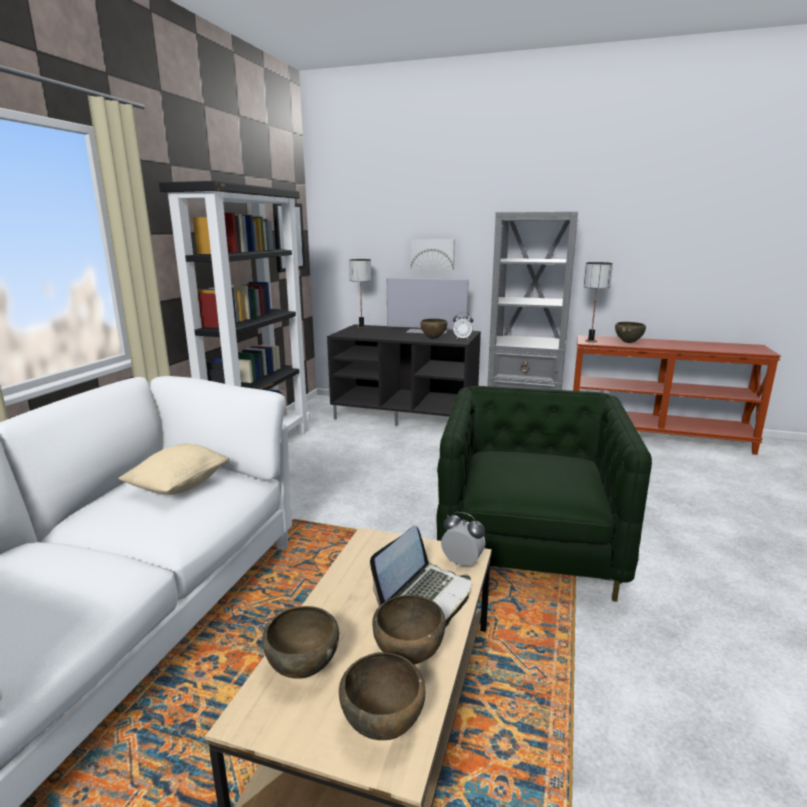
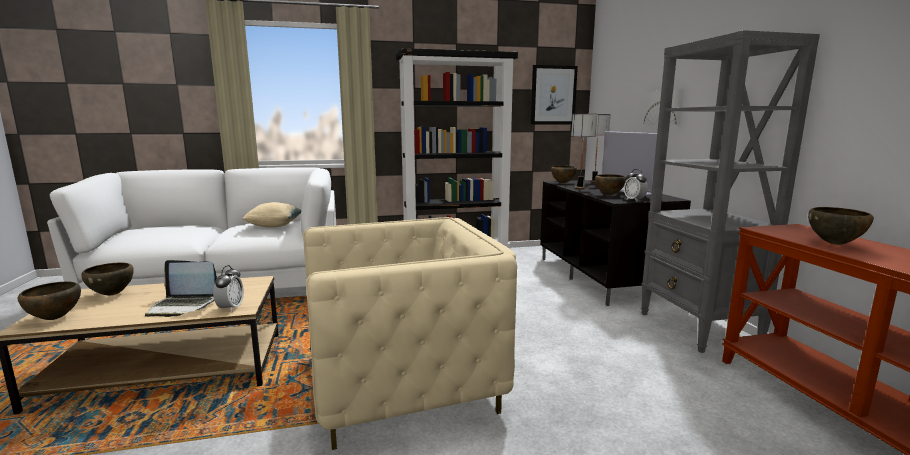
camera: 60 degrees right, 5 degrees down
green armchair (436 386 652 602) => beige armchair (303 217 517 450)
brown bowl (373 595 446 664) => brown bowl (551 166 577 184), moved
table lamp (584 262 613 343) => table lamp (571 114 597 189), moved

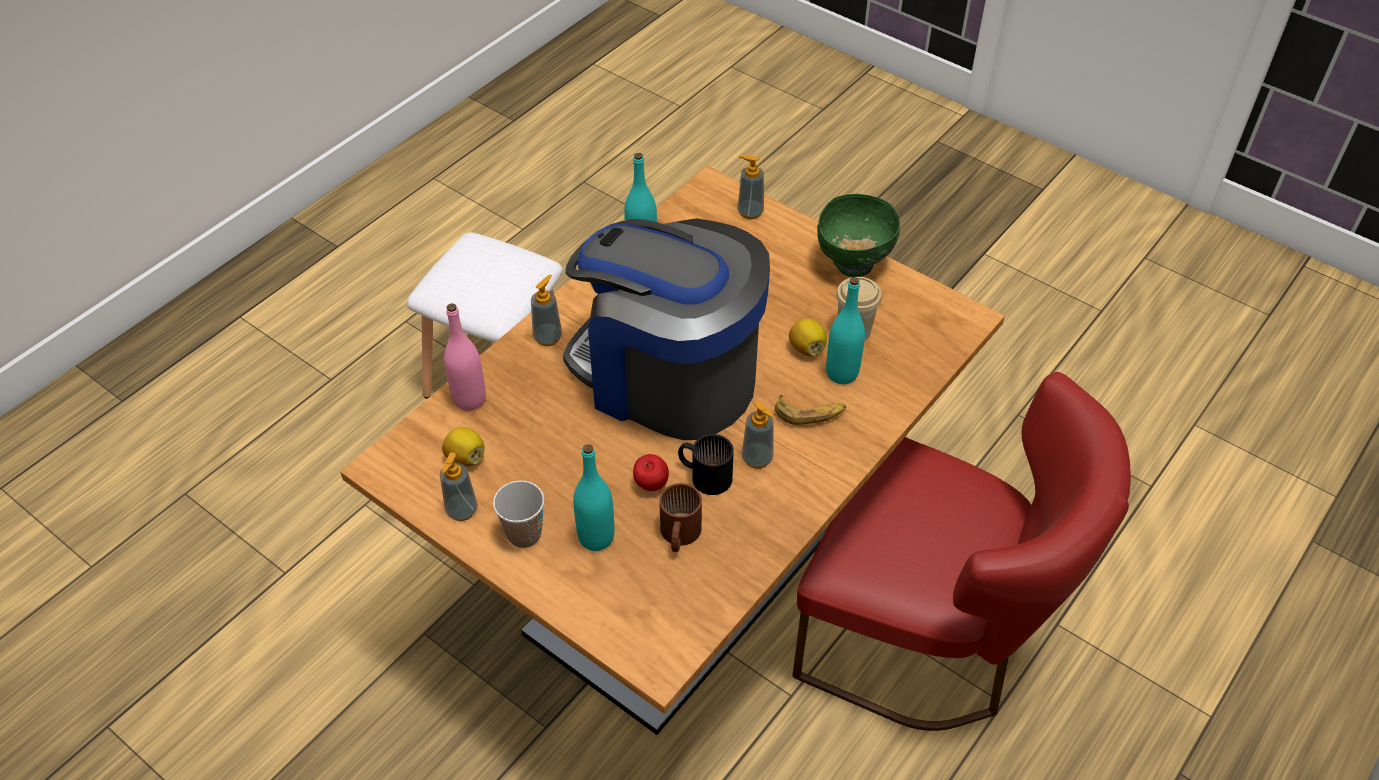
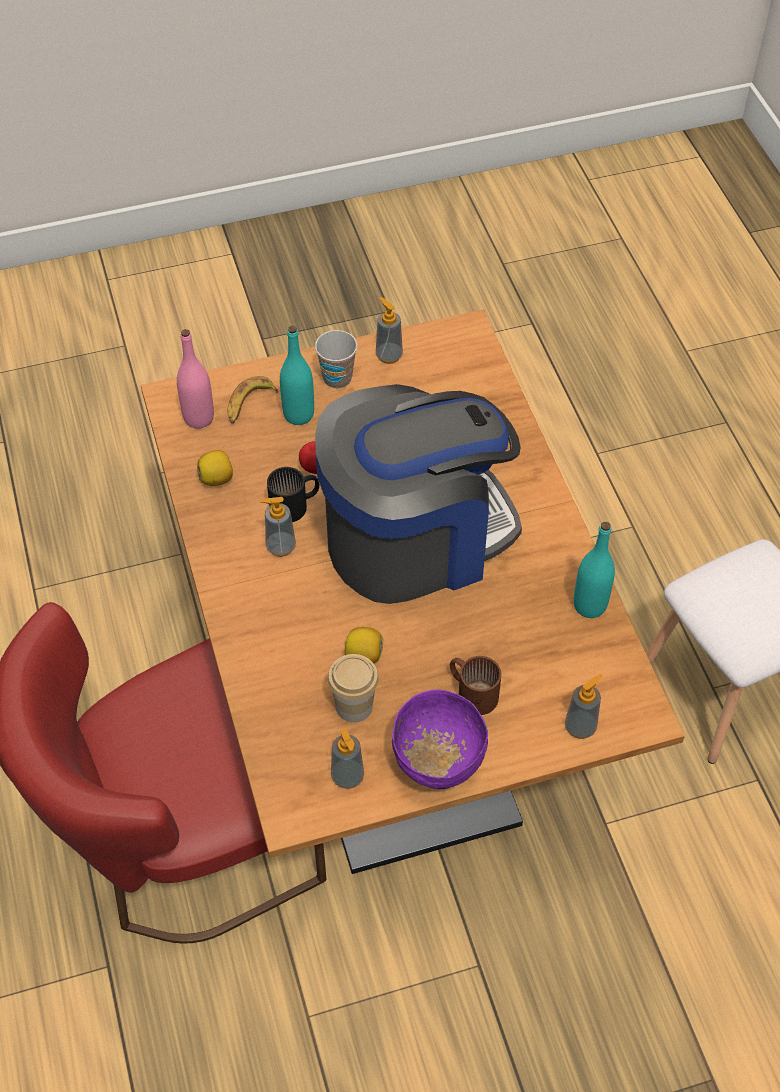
camera: 125 degrees right, 5 degrees up
pink bottle (444 303 486 411) => pink bottle (177 329 214 429), moved
lemon (442 427 485 466) => lemon (197 450 233 486), moved
banana (775 395 846 425) => banana (228 377 278 424), moved
soap dispenser (531 275 562 346) => soap dispenser (331 728 364 789), moved
green bowl (817 194 900 277) => purple bowl (392 689 488 789)
brown mug (659 483 702 552) => brown mug (450 656 501 715), moved
turquoise bottle (826 277 865 384) => nothing

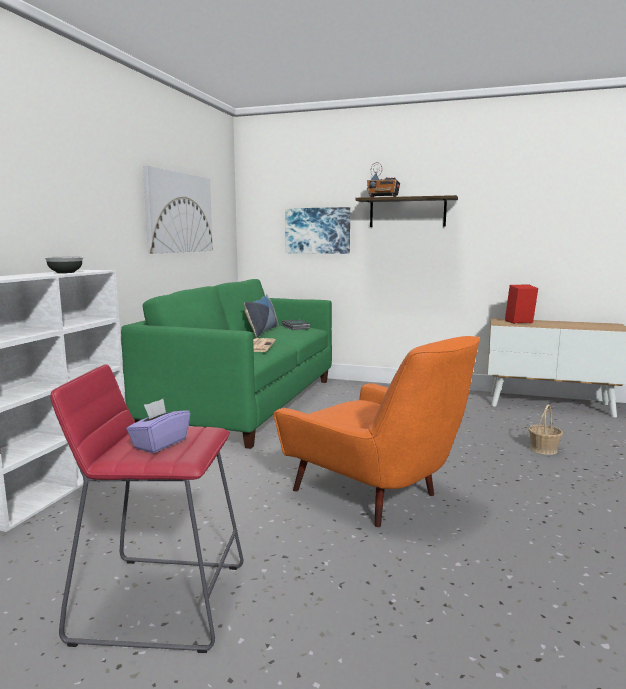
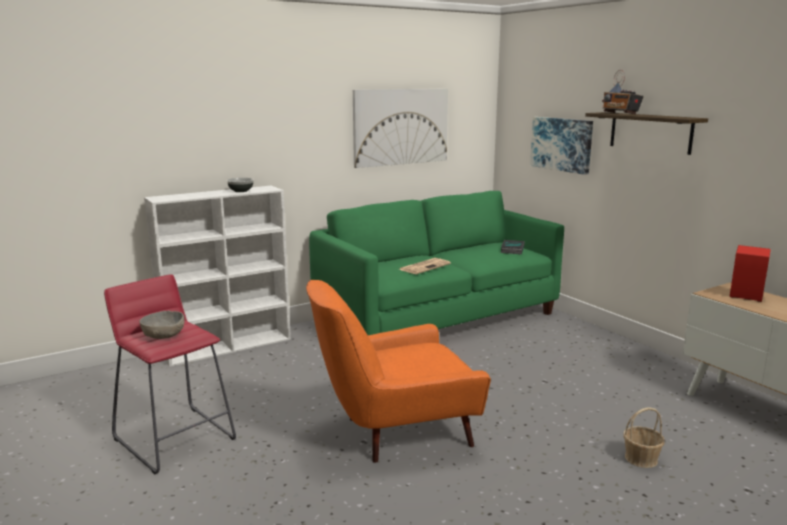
camera: 40 degrees right, 5 degrees up
purple tissue box (126 399 190 453) => grey bowl (140 311 185 339)
orange armchair (274 336 480 527) => orange armchair (306 280 491 463), 75 degrees clockwise
pillow (244 294 279 337) => nothing

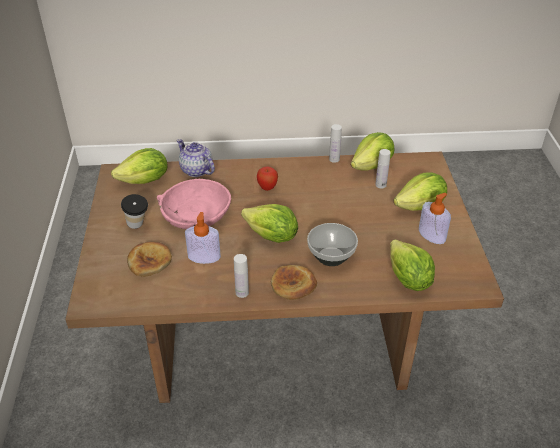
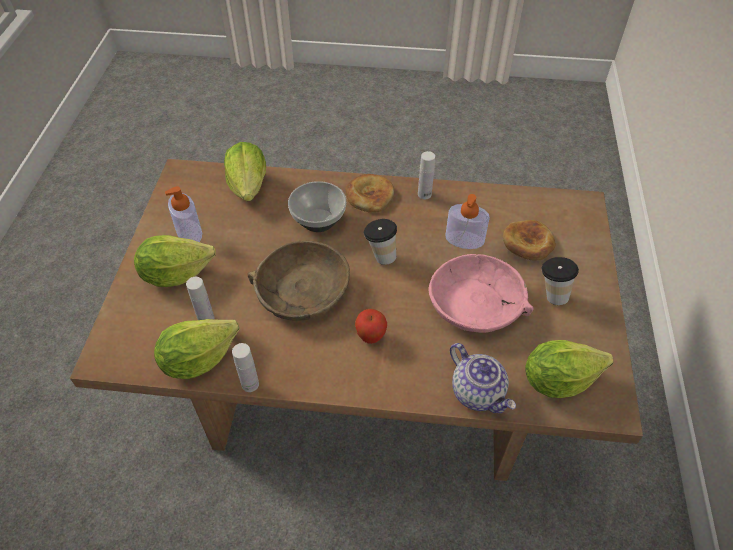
camera: 170 degrees left, 10 degrees up
nothing => brown bowl (247 241 350 321)
lettuce (241 204 298 243) => cup (364 219 397 265)

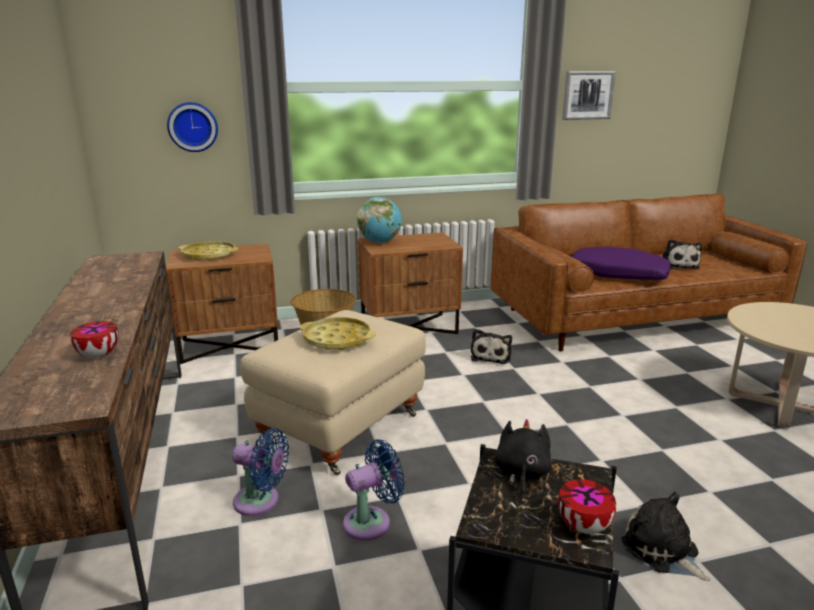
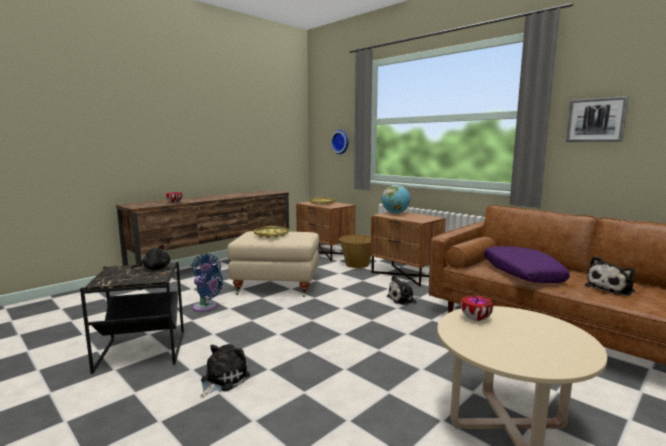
camera: 60 degrees right, 10 degrees down
bowl (558 479 616 534) => bowl (461 295 493 321), moved

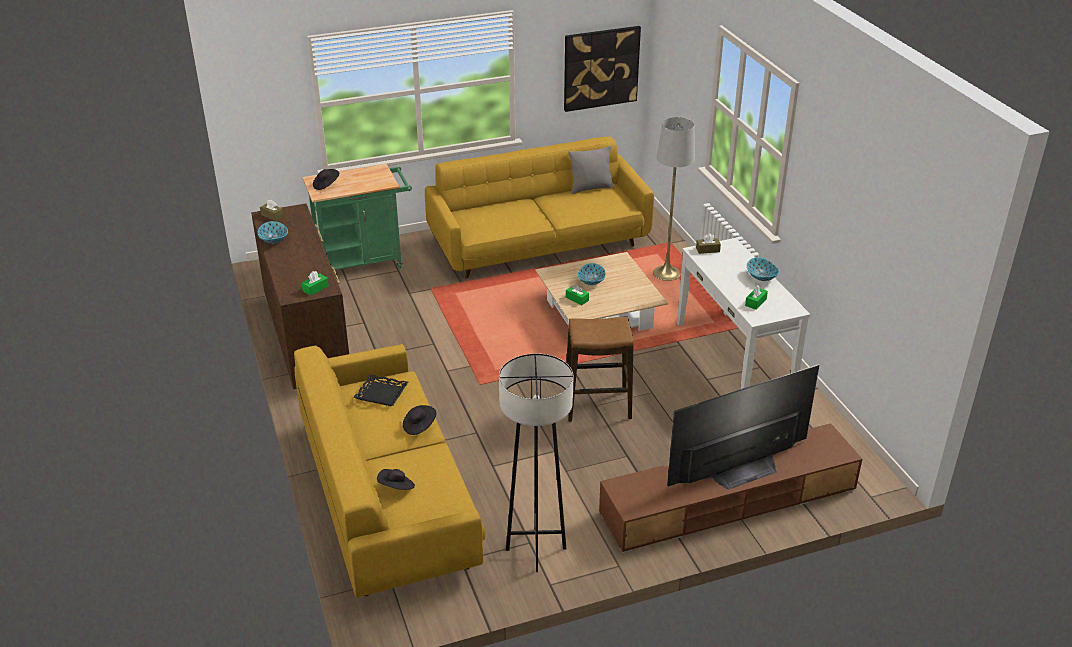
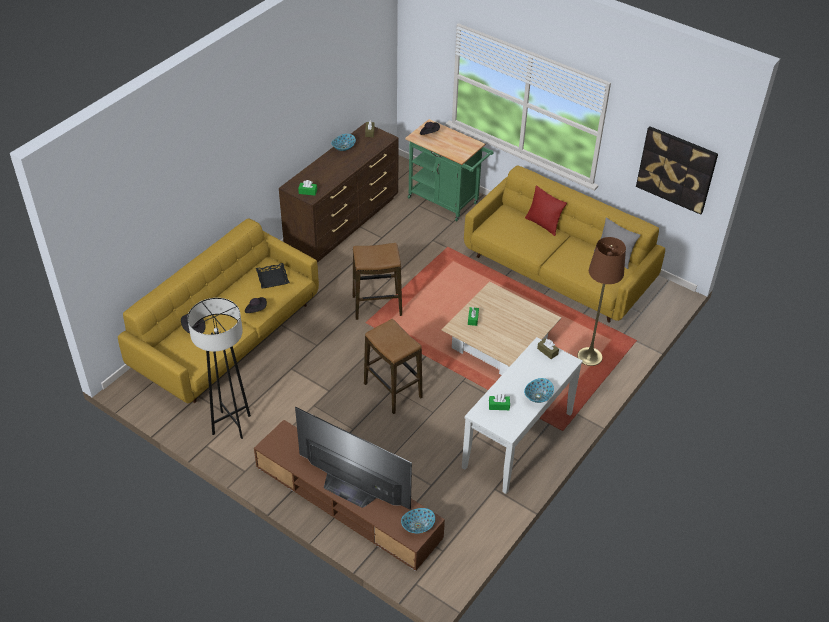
camera: 55 degrees right, 10 degrees up
nothing => stool (353 243 402 320)
bowl (577 263 606 285) => bowl (401 508 435 534), moved
nothing => red pillow (525 185 567 236)
grey floor lamp (653 117 695 281) => brown floor lamp (577 237 626 366)

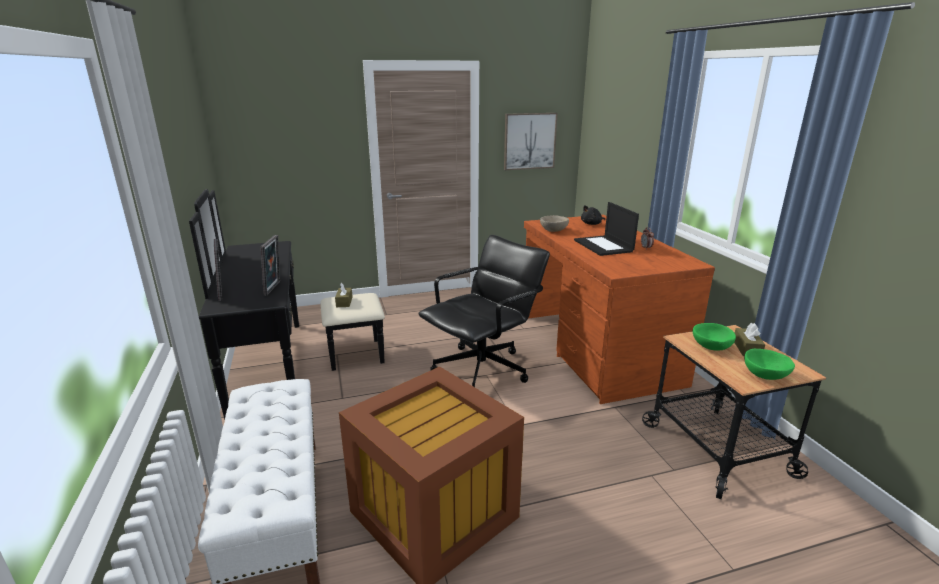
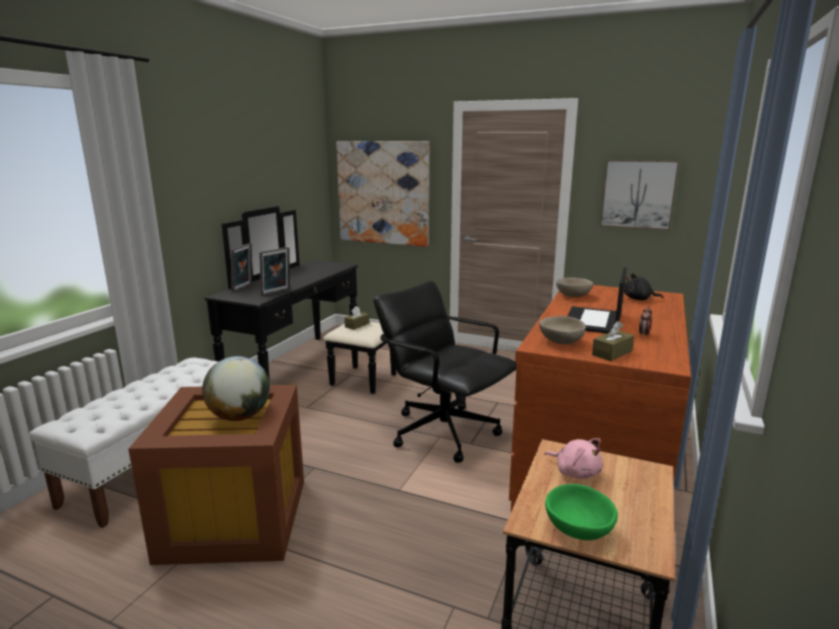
camera: 40 degrees right, 5 degrees down
nothing => globe (202 356 270 421)
nothing => picture (336 141 429 247)
black office chair (418 235 550 387) => black office chair (373 280 517 463), 135 degrees counterclockwise
nothing => beige bowl (539 316 586 344)
green bowl (693 323 736 351) => pink plush toy (544 438 603 479)
brown tissue box (734 323 765 356) => brown tissue box (592 321 634 361), moved

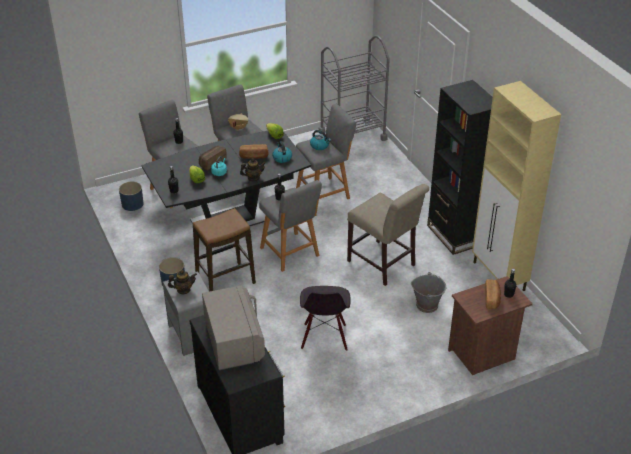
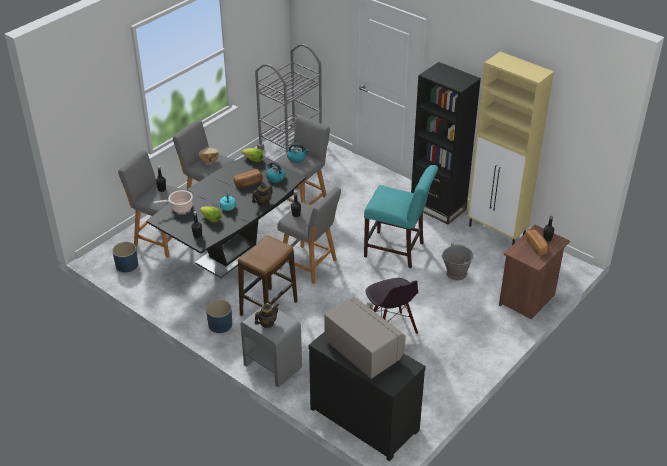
camera: 25 degrees left, 0 degrees up
nothing => cooking pot (154 190 193 213)
beige chair (347 184 429 286) => turquoise chair (364 165 438 268)
bread (199 146 227 171) => nothing

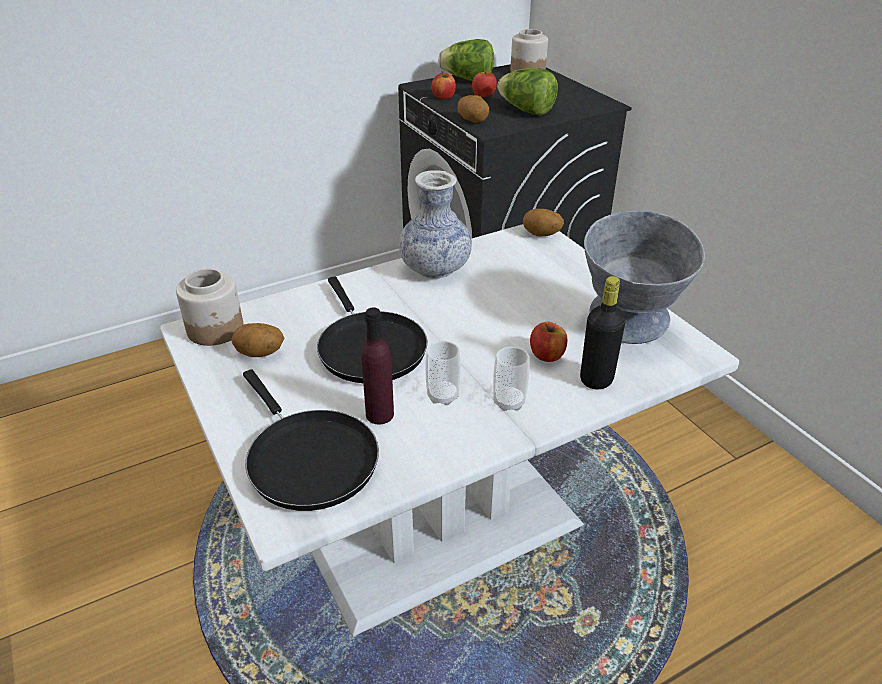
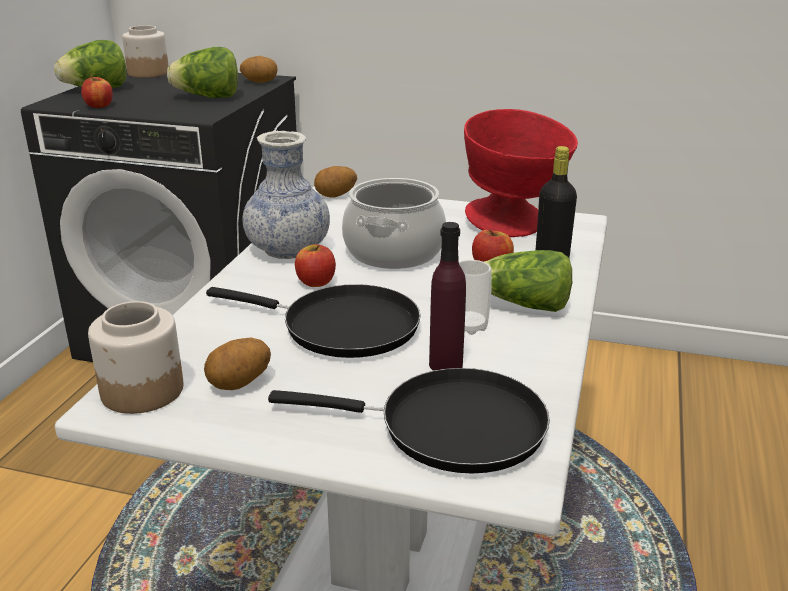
camera: 45 degrees left, 10 degrees down
potato (457 95 489 123) => potato (240 56 278 83), moved
apple (472 71 497 97) => apple (295 244 336 287), moved
nothing => cooking pot (342 178 446 269)
grey bowl (584 211 705 344) => red bowl (464 109 578 237)
cup (493 347 530 411) => lettuce (484 250 572 312)

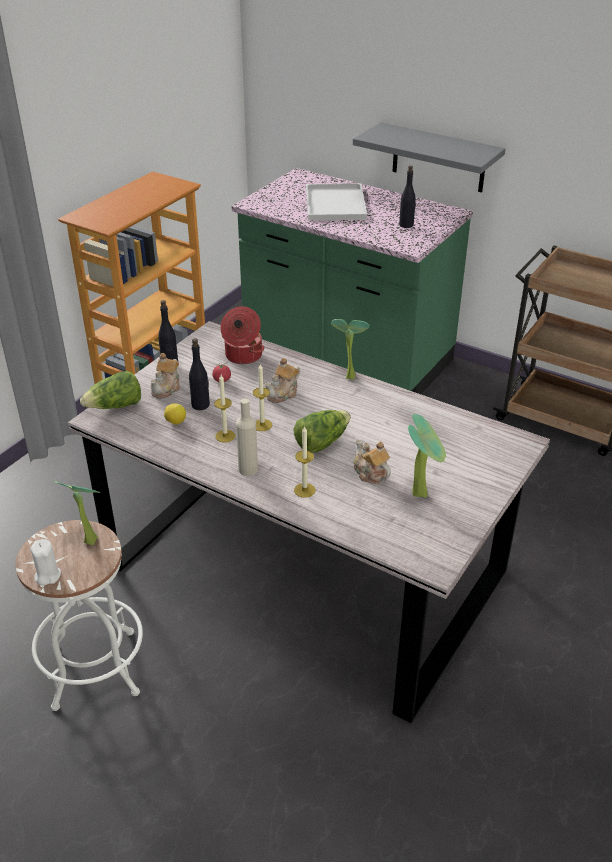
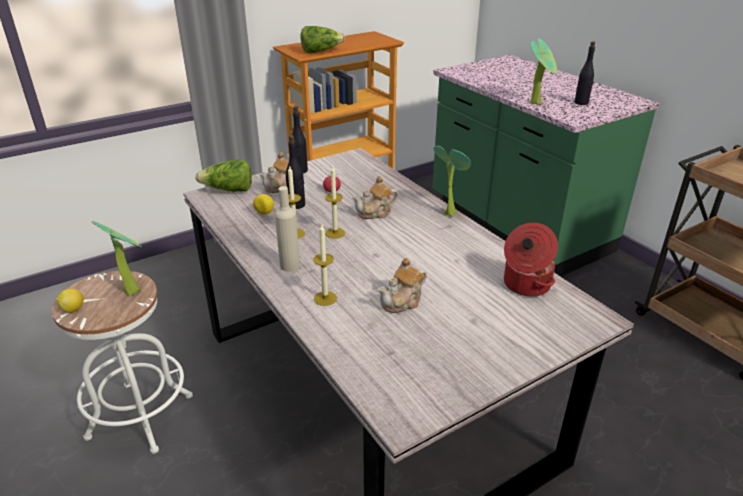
camera: 25 degrees right, 5 degrees down
white candle (31 539 61 585) => lemon (57 289 84 313)
lettuce (294 410 351 453) => lettuce (301 26 345 53), moved
teapot (354 440 391 484) => teapot (378 258 427 313), 120 degrees counterclockwise
cooking pot (220 306 264 364) => cooking pot (504 223 558 297), moved
potted plant (408 414 446 498) => potted plant (530 39 557 105), moved
white tray (306 183 367 221) => nothing
grey shelf (353 122 505 193) => nothing

